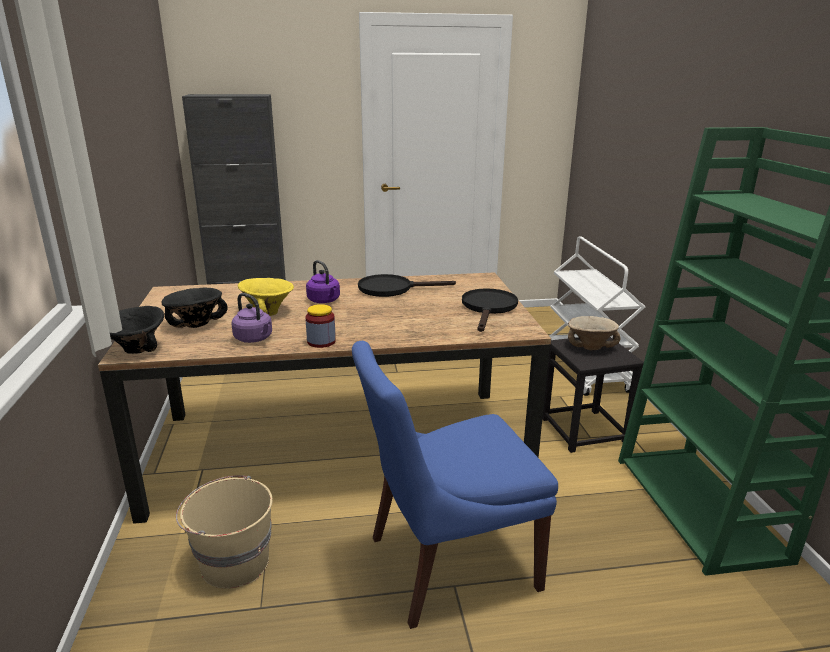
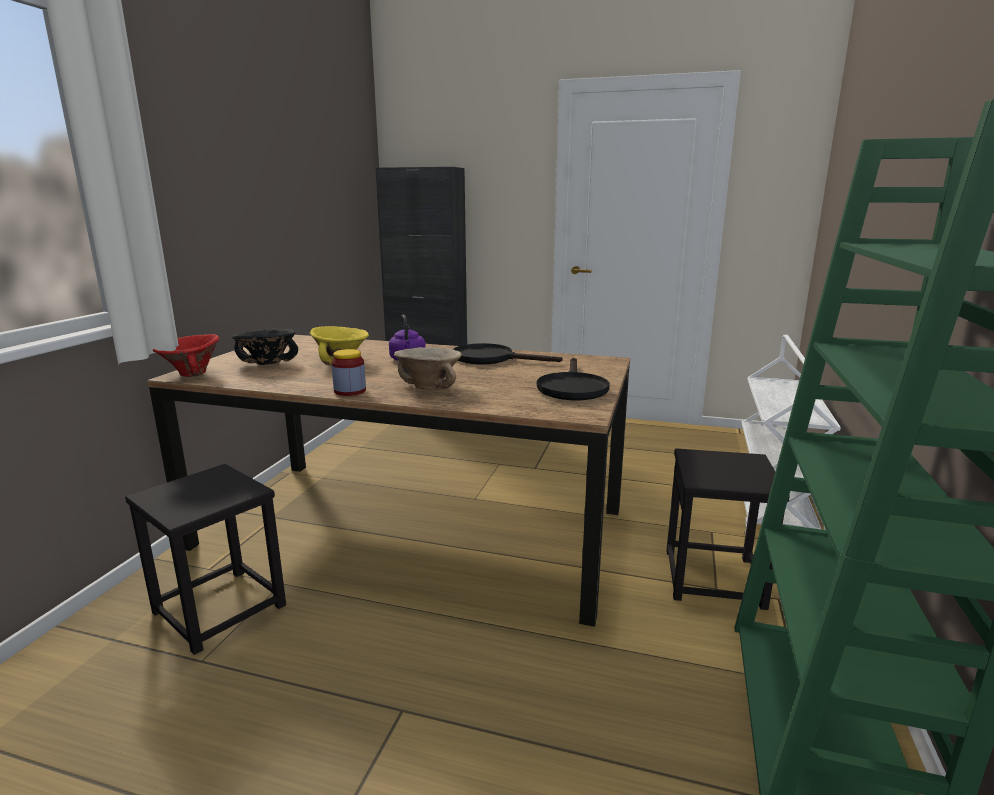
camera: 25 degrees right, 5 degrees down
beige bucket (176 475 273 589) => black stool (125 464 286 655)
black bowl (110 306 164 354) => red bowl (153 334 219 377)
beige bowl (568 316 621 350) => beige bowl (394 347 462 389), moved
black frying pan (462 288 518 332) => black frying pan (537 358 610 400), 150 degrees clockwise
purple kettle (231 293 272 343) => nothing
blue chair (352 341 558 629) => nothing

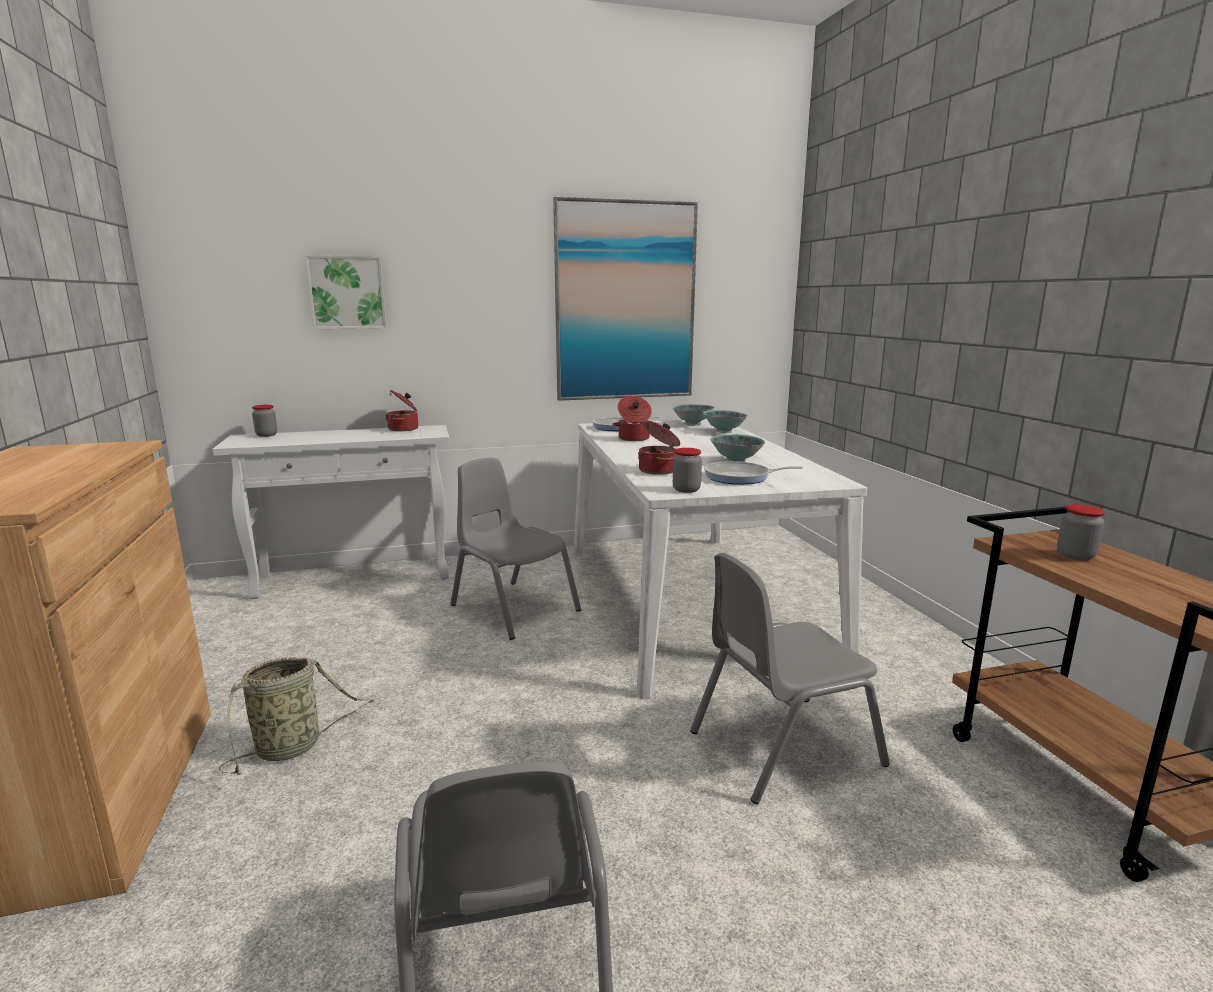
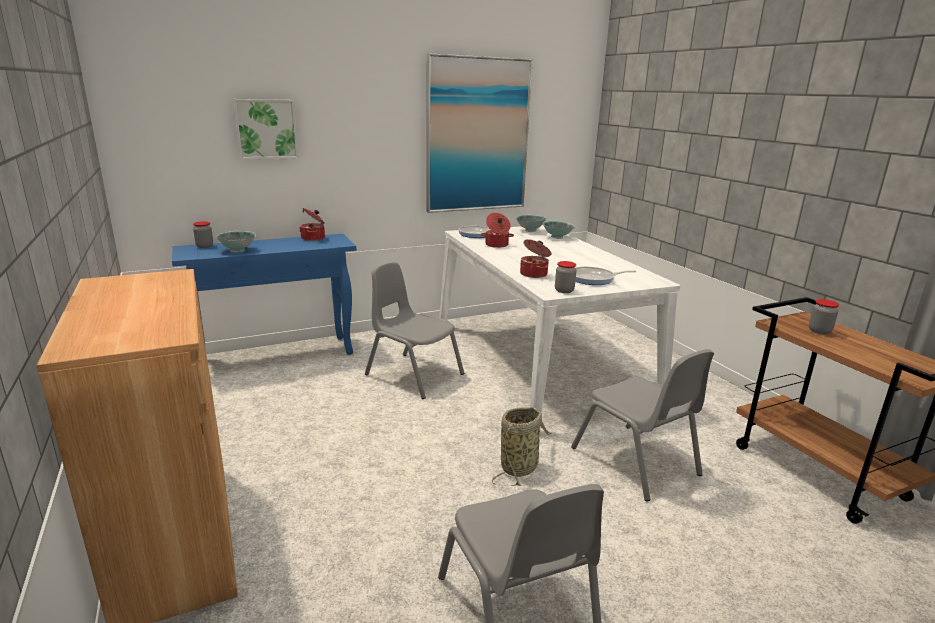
camera: 10 degrees left, 5 degrees up
white console table (212 425 450 599) => blue console table (172 234 356 355)
bowl (710 434 765 462) => bowl (216 231 256 252), moved
basket (219 657 374 775) => basket (492 407 552 486), moved
grey chair (690 553 890 804) => grey chair (571 349 714 501), 90 degrees counterclockwise

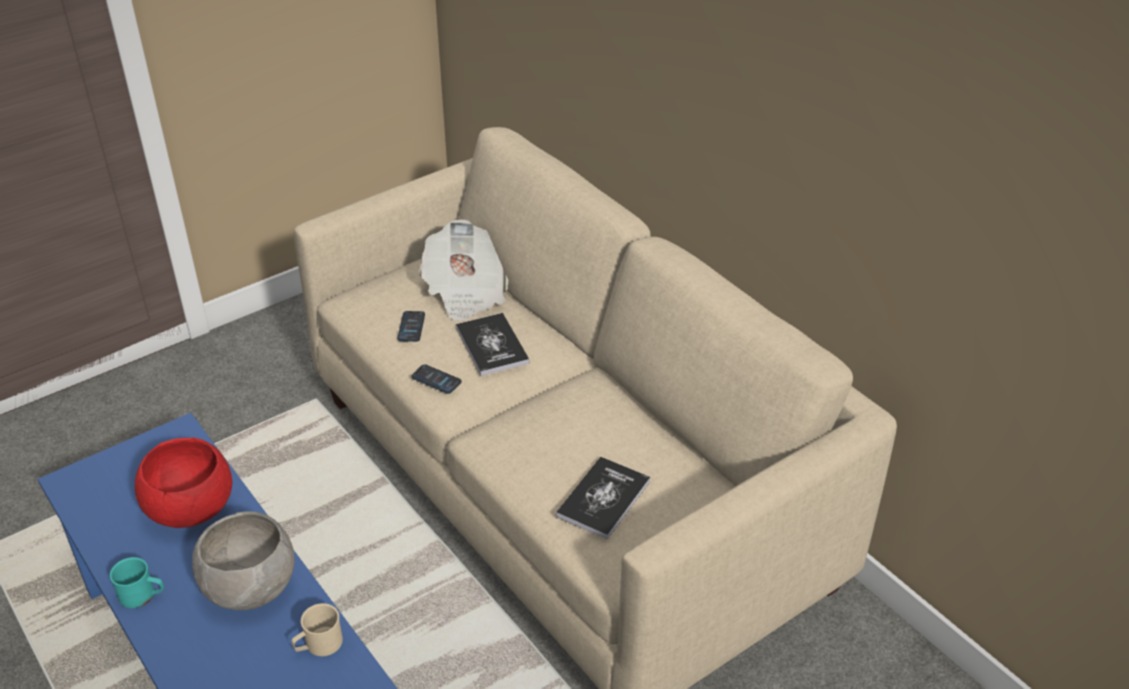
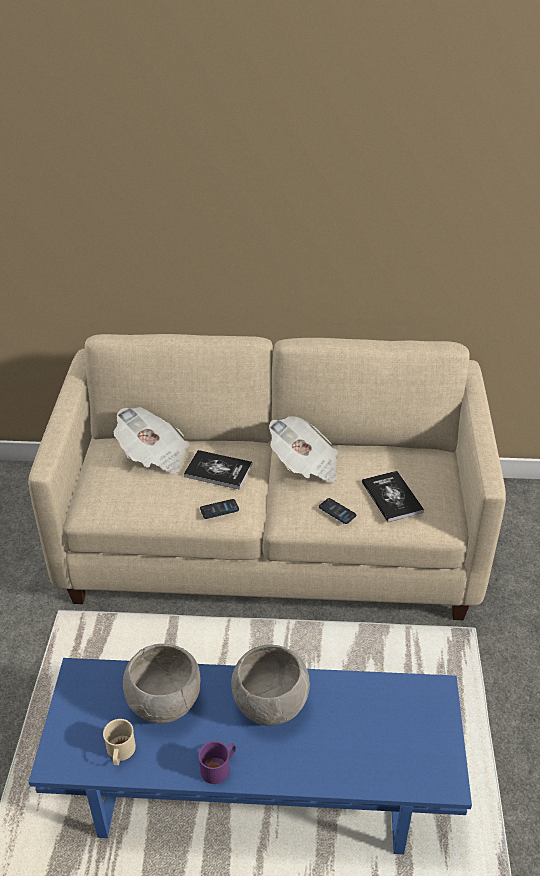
camera: 50 degrees left, 0 degrees up
beige mug (291 603 343 656) => beige mug (103 719 136 765), moved
red bowl (135 437 232 528) => grey bowl (123 644 201 724)
turquoise mug (110 557 164 608) => purple mug (198 741 236 784)
nothing => newspaper (269 416 338 483)
phone (398 311 425 342) => phone (319 498 356 524), moved

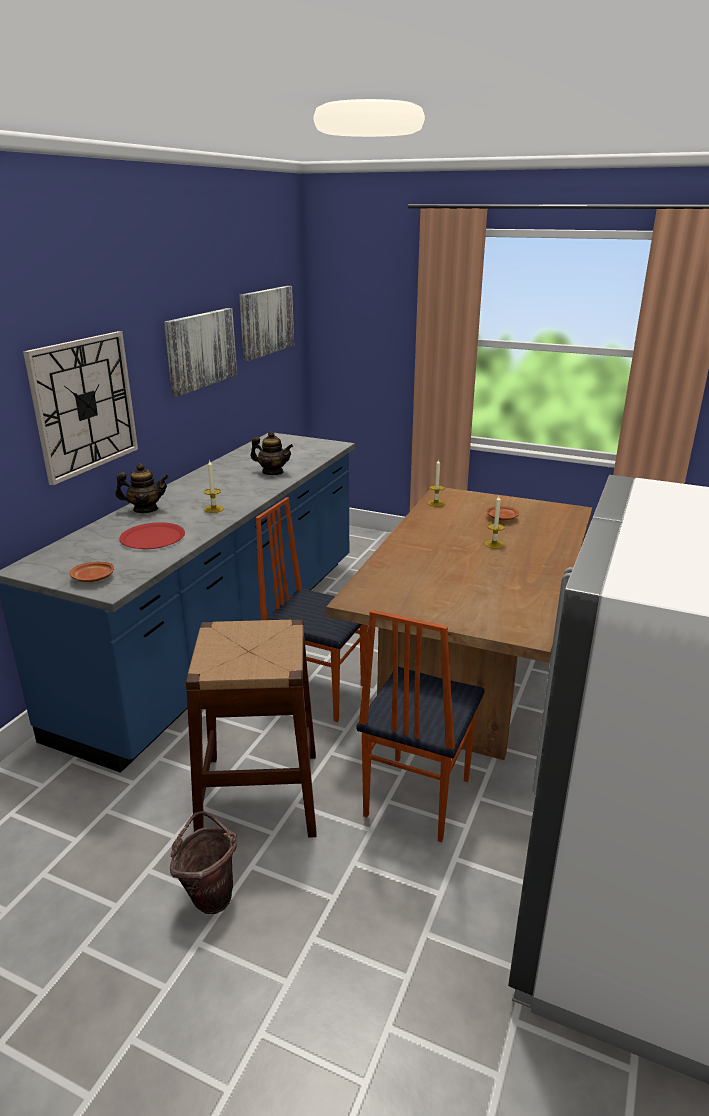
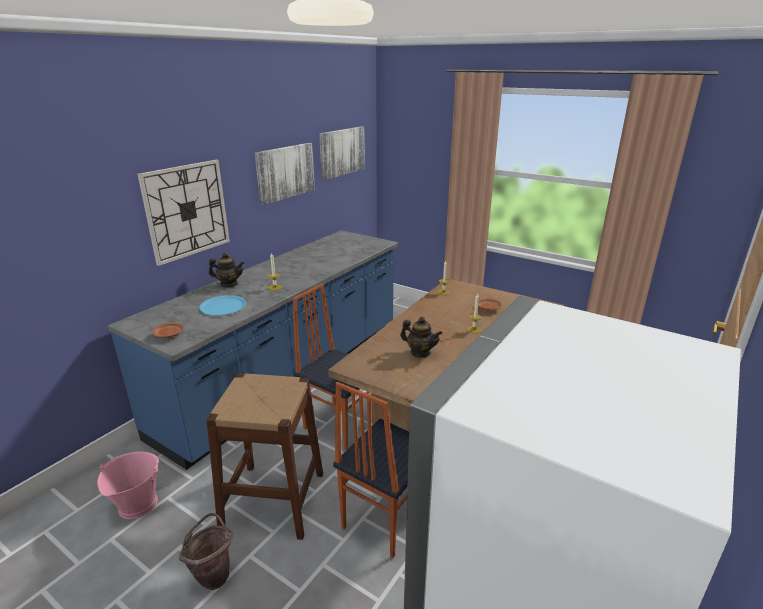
camera: 10 degrees right, 0 degrees up
nothing => pink bucket (97 452 159 519)
red plate (119 522 185 549) => blue plate (199 295 246 315)
teapot (250 431 293 475) => teapot (400 317 442 357), moved

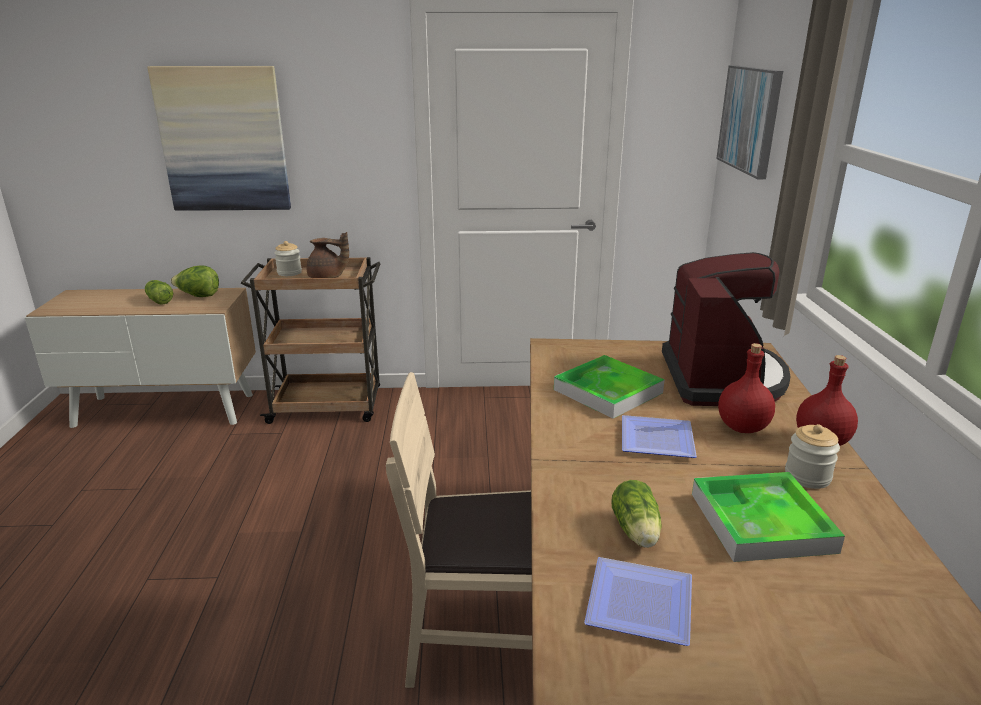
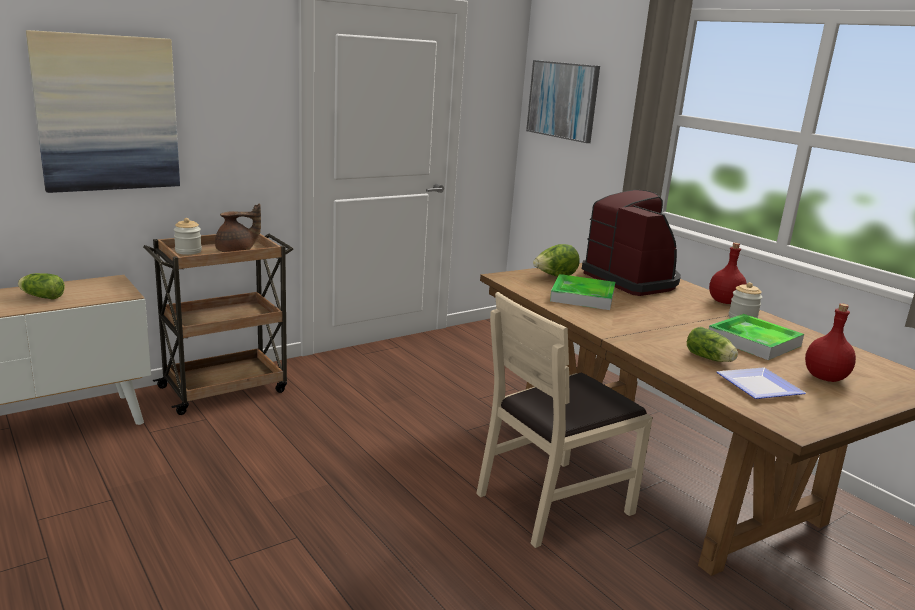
camera: 35 degrees left, 5 degrees down
lettuce (171 265 219 297) => lettuce (533 244 580 276), moved
red bottle (718 343 775 433) => red bottle (805 303 856 382), moved
plate (622 415 697 458) => nothing

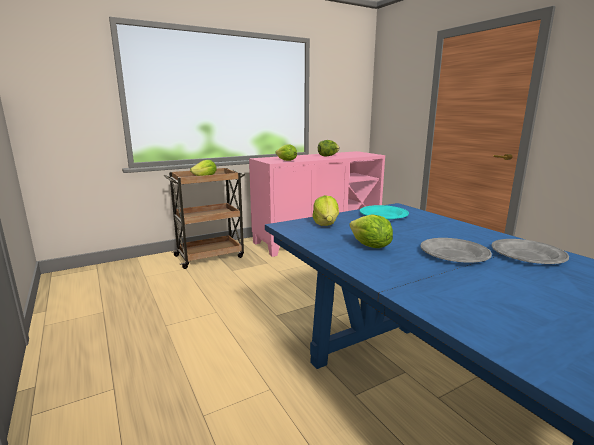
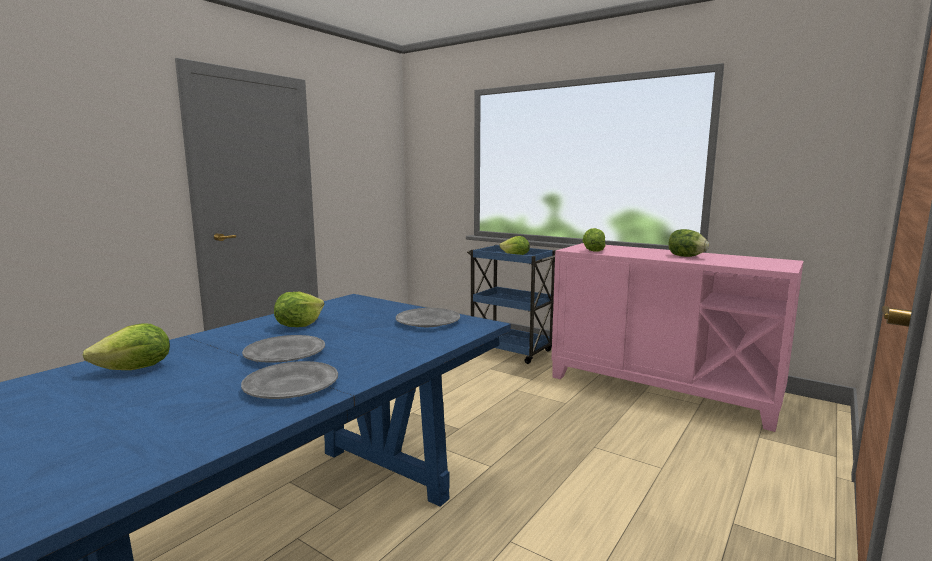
camera: 65 degrees right, 5 degrees down
lettuce (312 195 339 226) => lettuce (83 323 170 370), moved
turquoise plate (360 205 409 219) => grey plate (396 308 460 327)
brown cart (164 168 245 269) => blue cart (467 245 556 364)

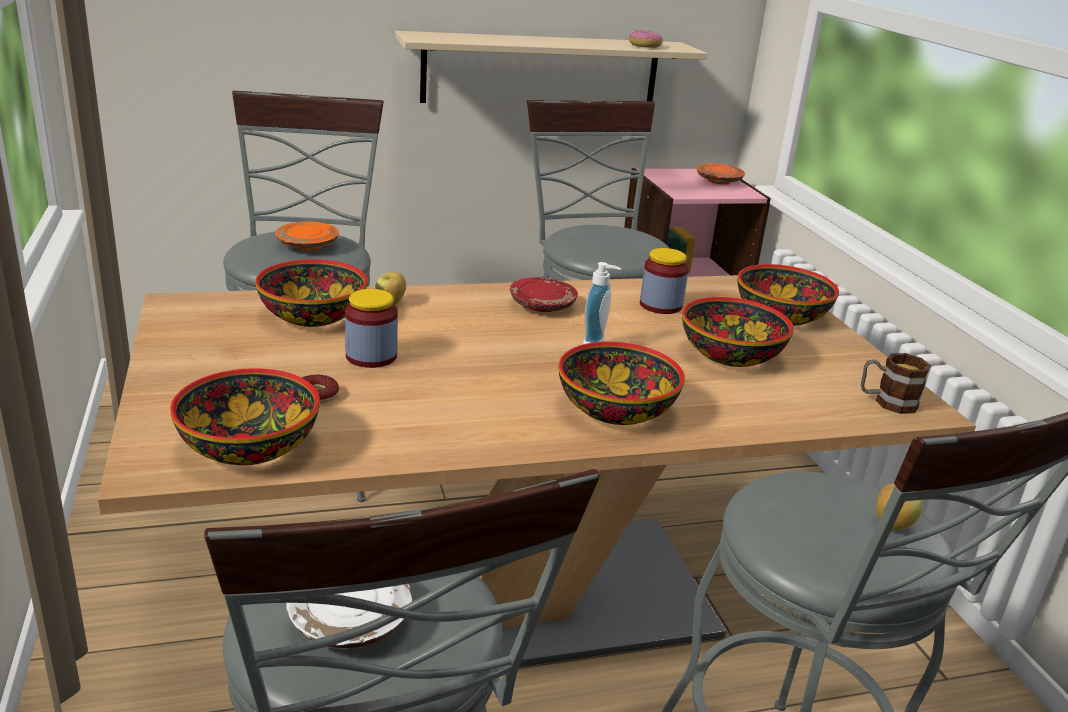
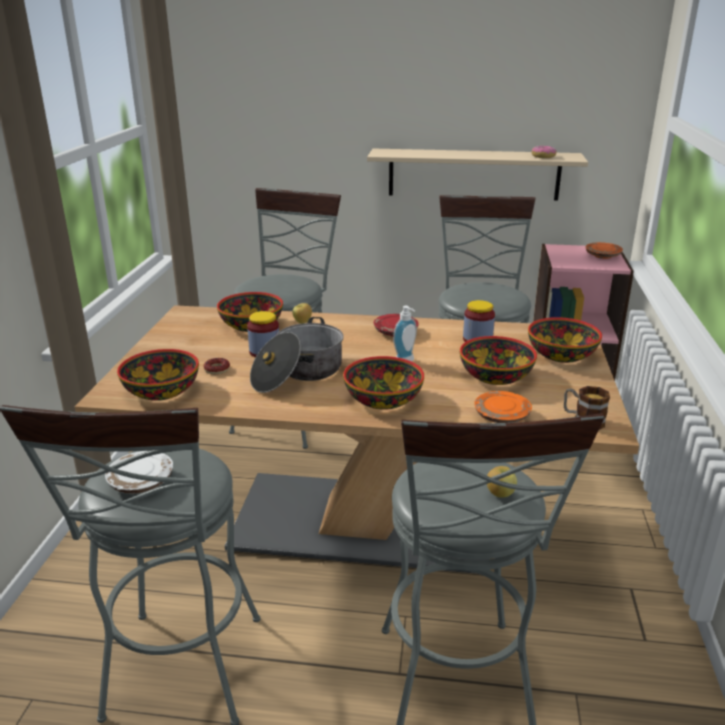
camera: 25 degrees right, 0 degrees up
nothing => cooking pot (250 317 343 393)
orange plate (275 221 339 251) => orange plate (474 391 532 423), moved

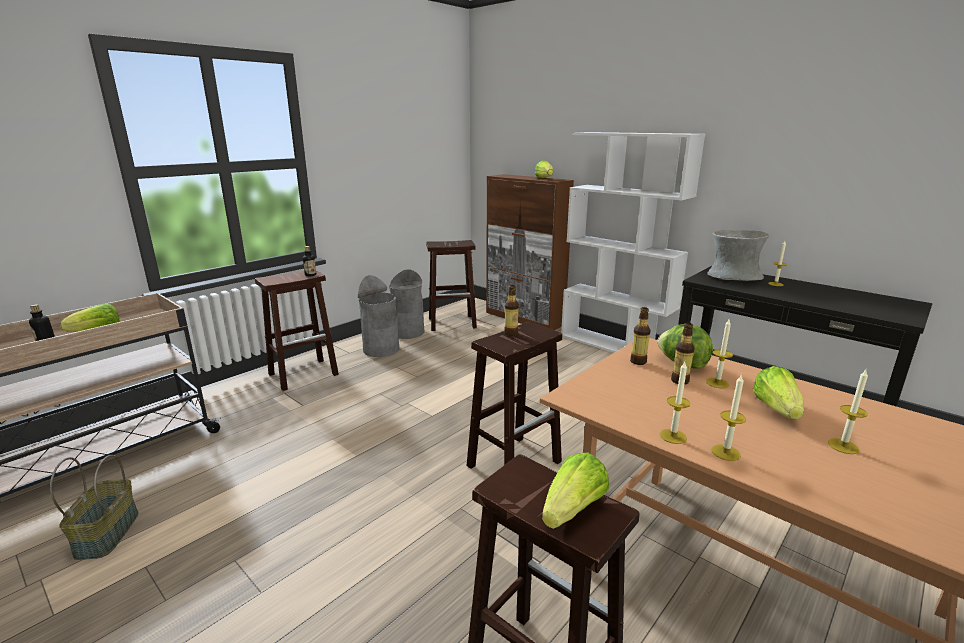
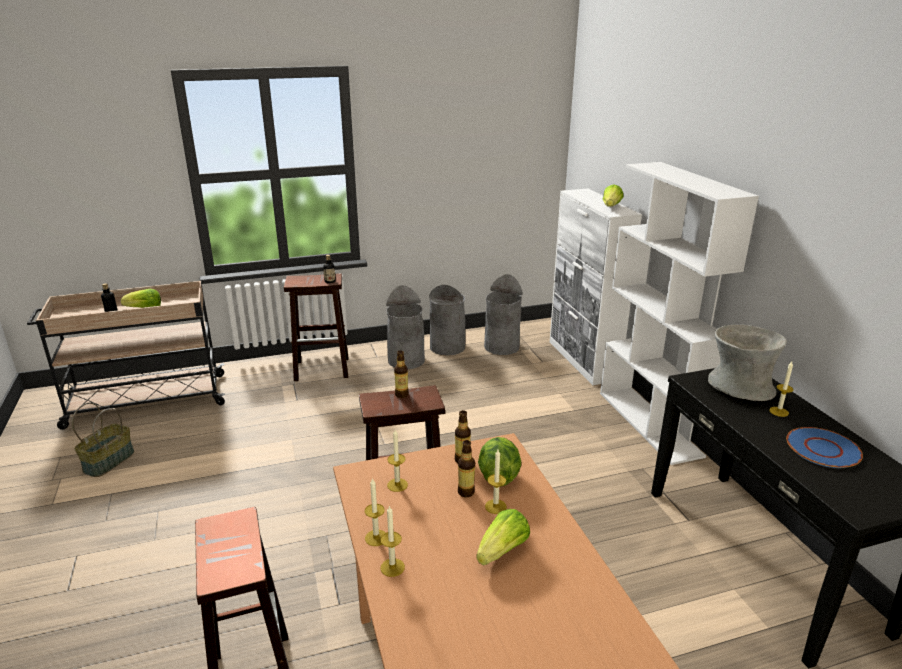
camera: 30 degrees right, 5 degrees up
candle (828 370 868 454) => candle (387 430 408 492), moved
brown stool (426 240 477 331) => grey trash can (484 274 523 355)
brown cabinet (486 174 574 330) => white cabinet (550 188 642 385)
nothing => blue plate (786 427 863 468)
lettuce (542 453 609 529) => nothing

